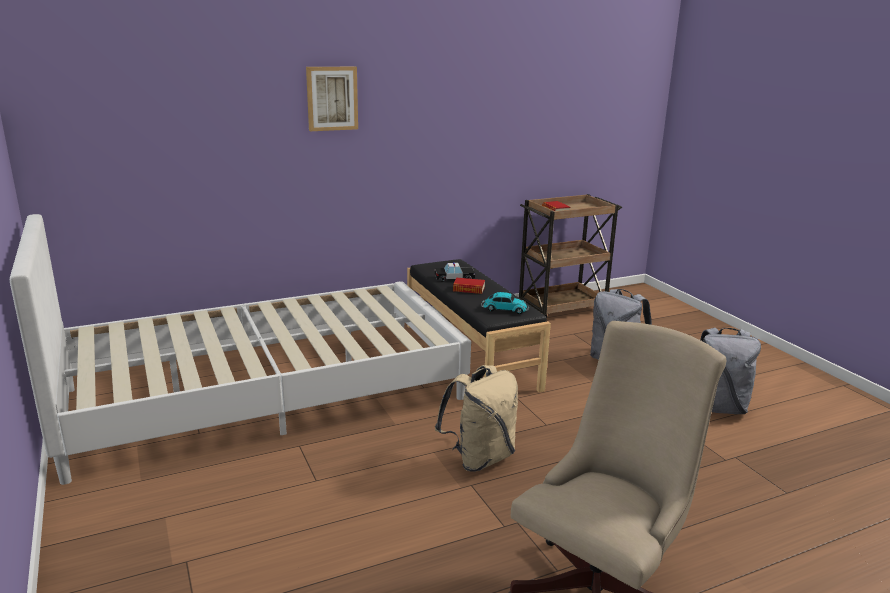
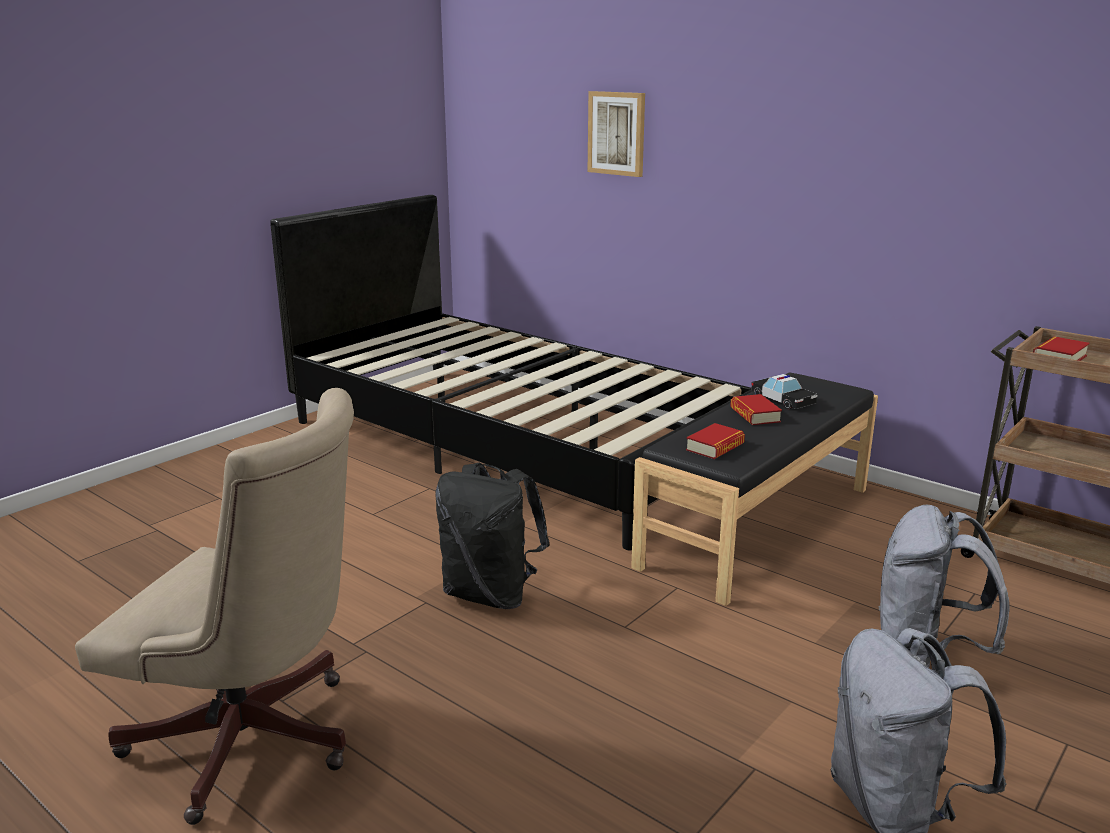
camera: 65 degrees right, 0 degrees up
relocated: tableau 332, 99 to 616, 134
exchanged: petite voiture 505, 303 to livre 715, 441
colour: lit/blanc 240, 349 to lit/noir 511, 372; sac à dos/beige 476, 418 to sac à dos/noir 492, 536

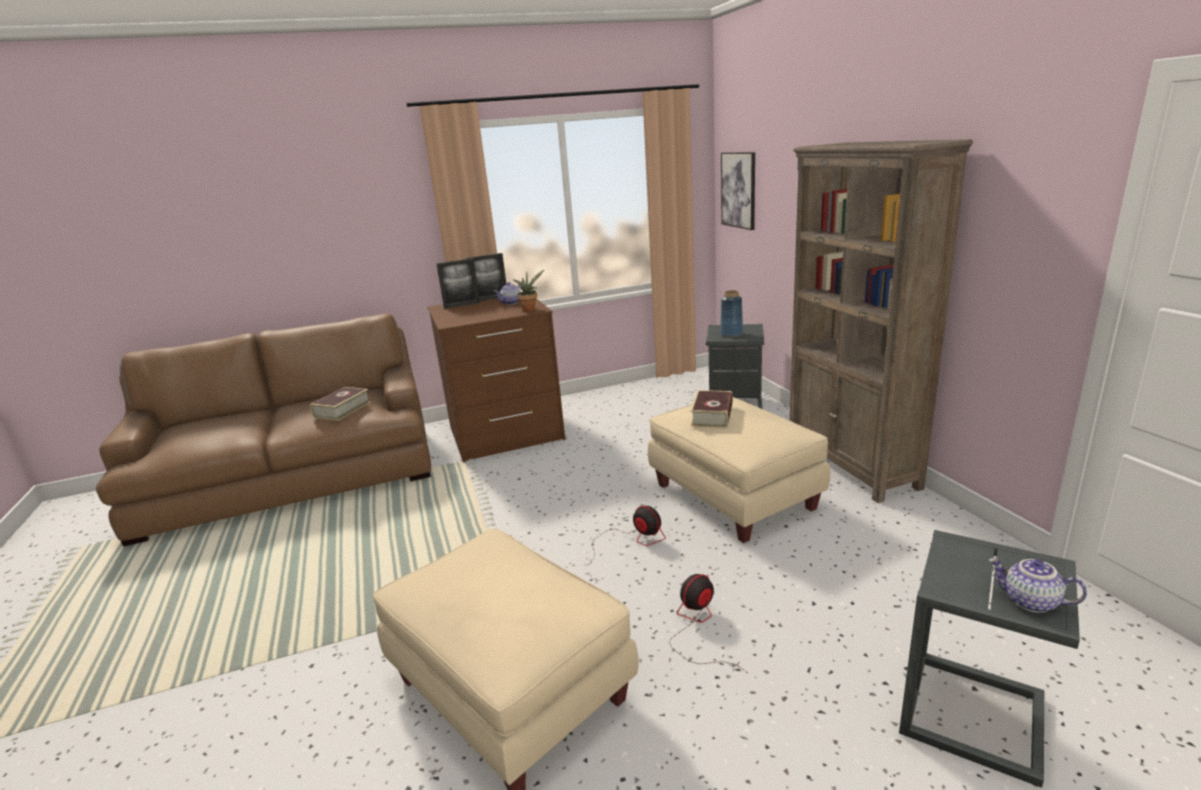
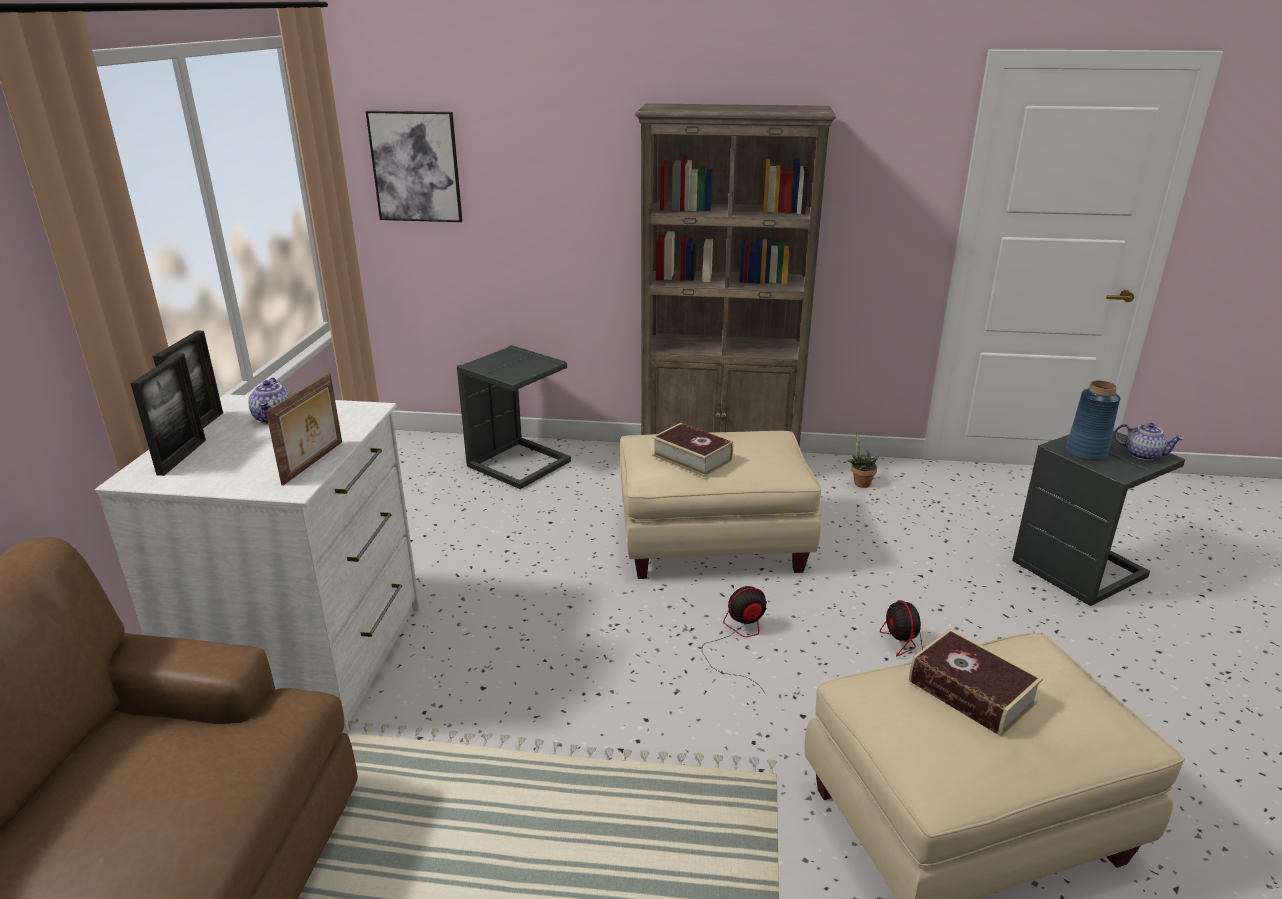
camera: 65 degrees left, 5 degrees up
appeared: cadre photo 304, 429
relocated: livre 340, 404 to 976, 683; plante en pot 529, 290 to 863, 459; vase/bleu 731, 313 to 1093, 420
colour: commode/marron 496, 380 to commode/blanc 257, 564
spun: théière 1038, 585 = 1149, 441 120 degrees counterclockwise

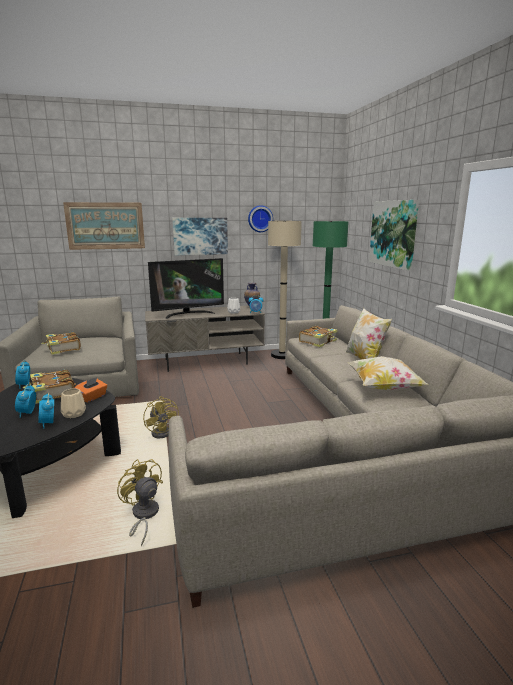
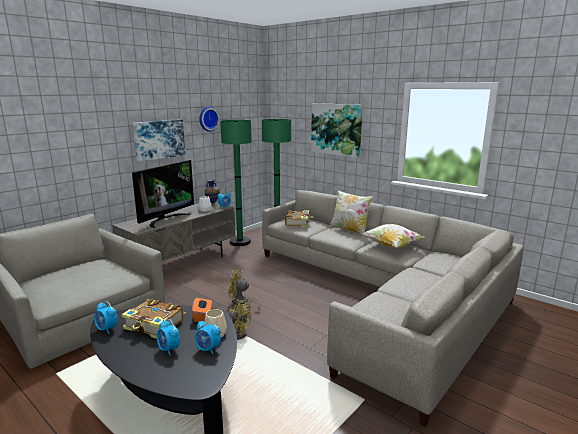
camera: 35 degrees left, 0 degrees up
missing: livre 61, 343; tableau 104, 226
relocated: ventilateur/jaune 140, 502 to 244, 291
colour: lampadaire/beige 285, 290 to lampadaire/vert 236, 183

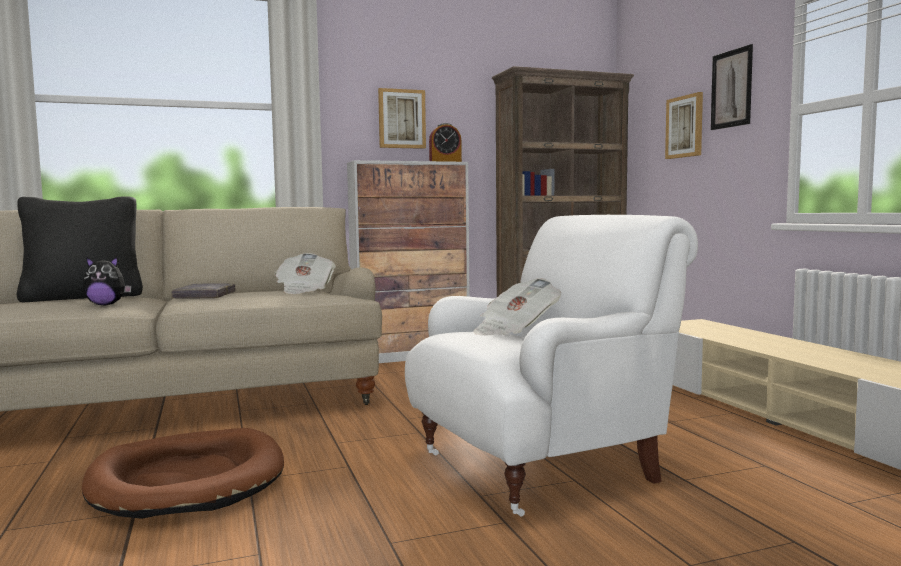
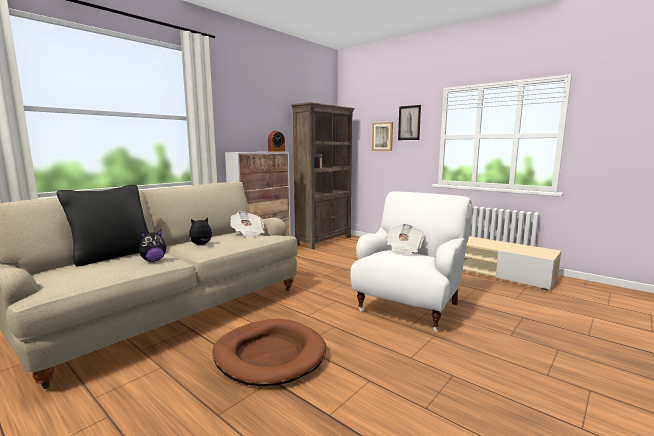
camera: 30 degrees left, 5 degrees up
missing: tableau 402, 118
exchanged: livre/gris 203, 291 to peluche 200, 231

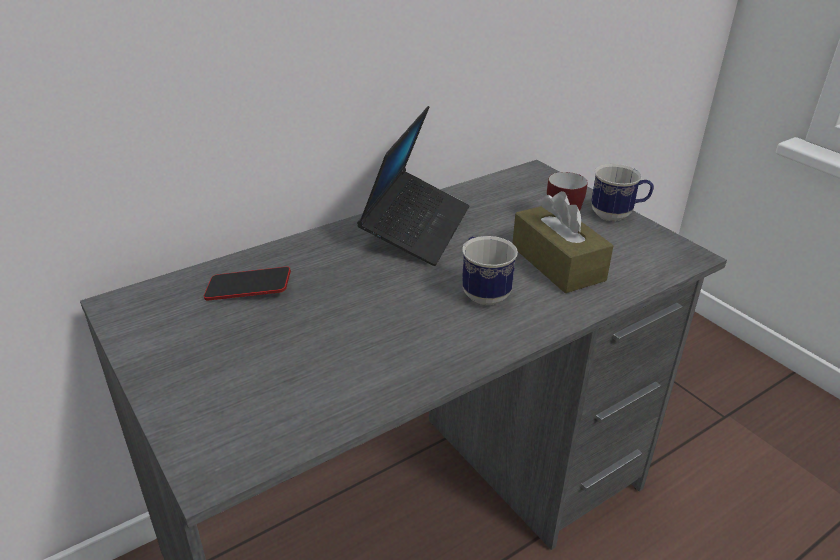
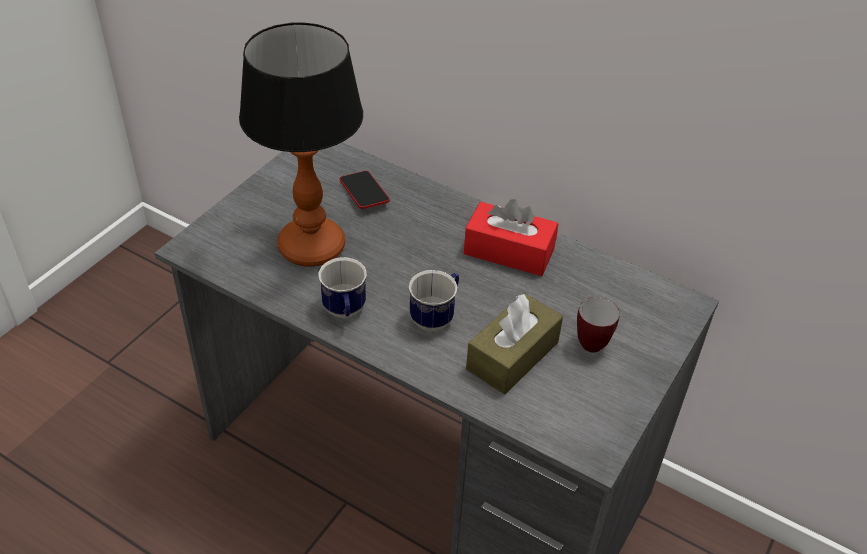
camera: 65 degrees right, 10 degrees up
appeared: lampe de table 301, 144
relocated: mug 622, 192 to 343, 287
exchanged: ordinateur portable 413, 186 to boîte à mouchoirs/rouge 511, 237

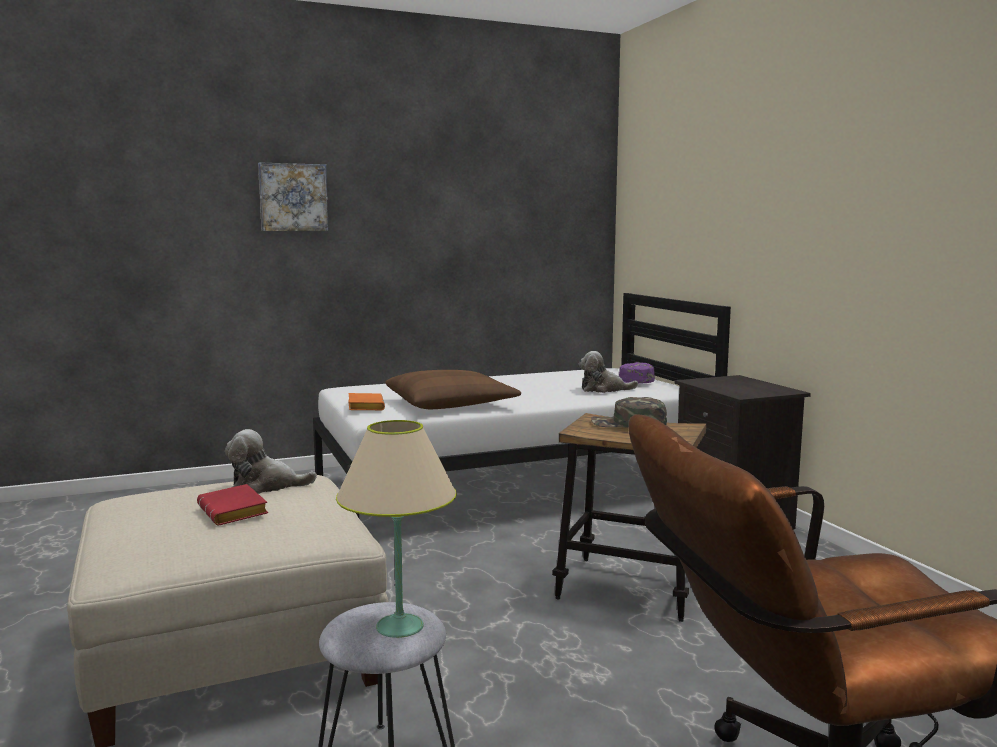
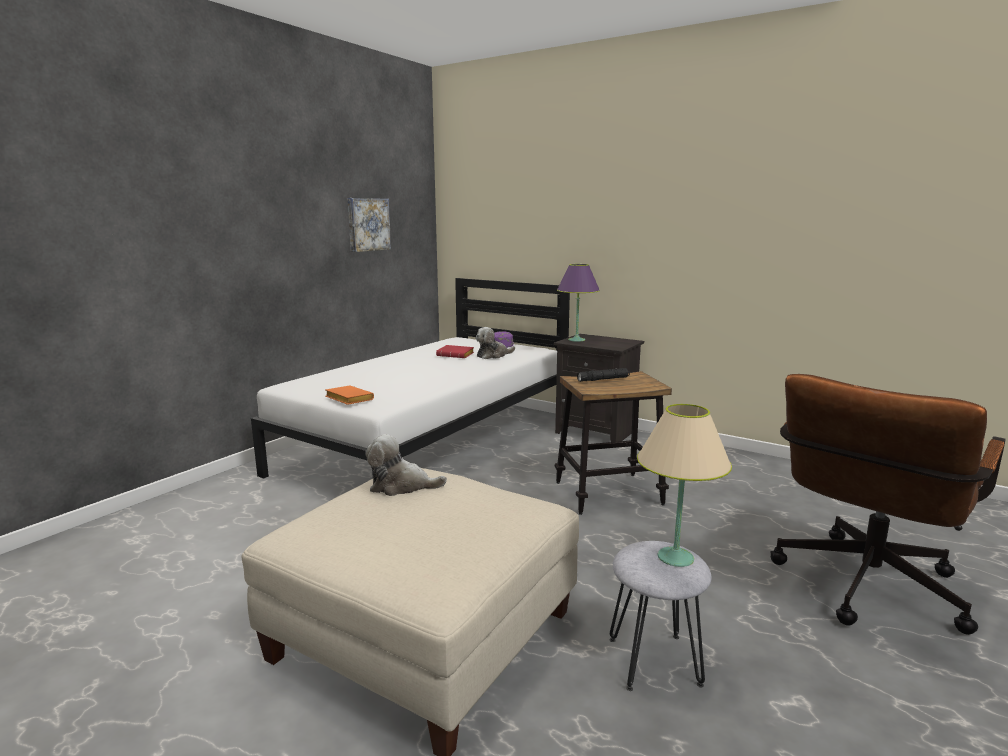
camera: 35 degrees left, 5 degrees up
missing: coussin/marron 453, 389
appeared: lampe de table/violet 578, 303
relocated: livre/rouge 232, 505 to 455, 351; tableau 293, 196 to 369, 225
exchanged: casquette/vert 629, 412 to lampe de poche/noir 603, 375
spun: peluche 271, 461 = 406, 465 45 degrees clockwise

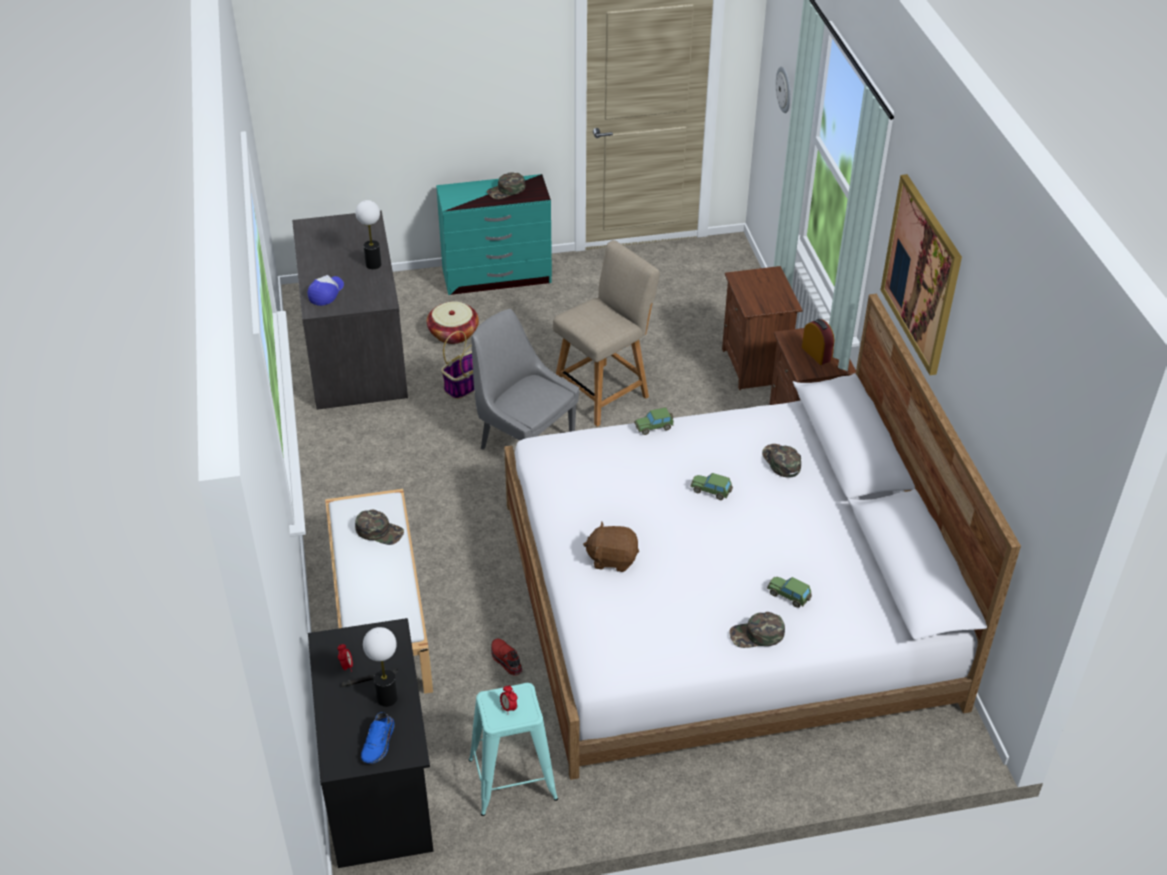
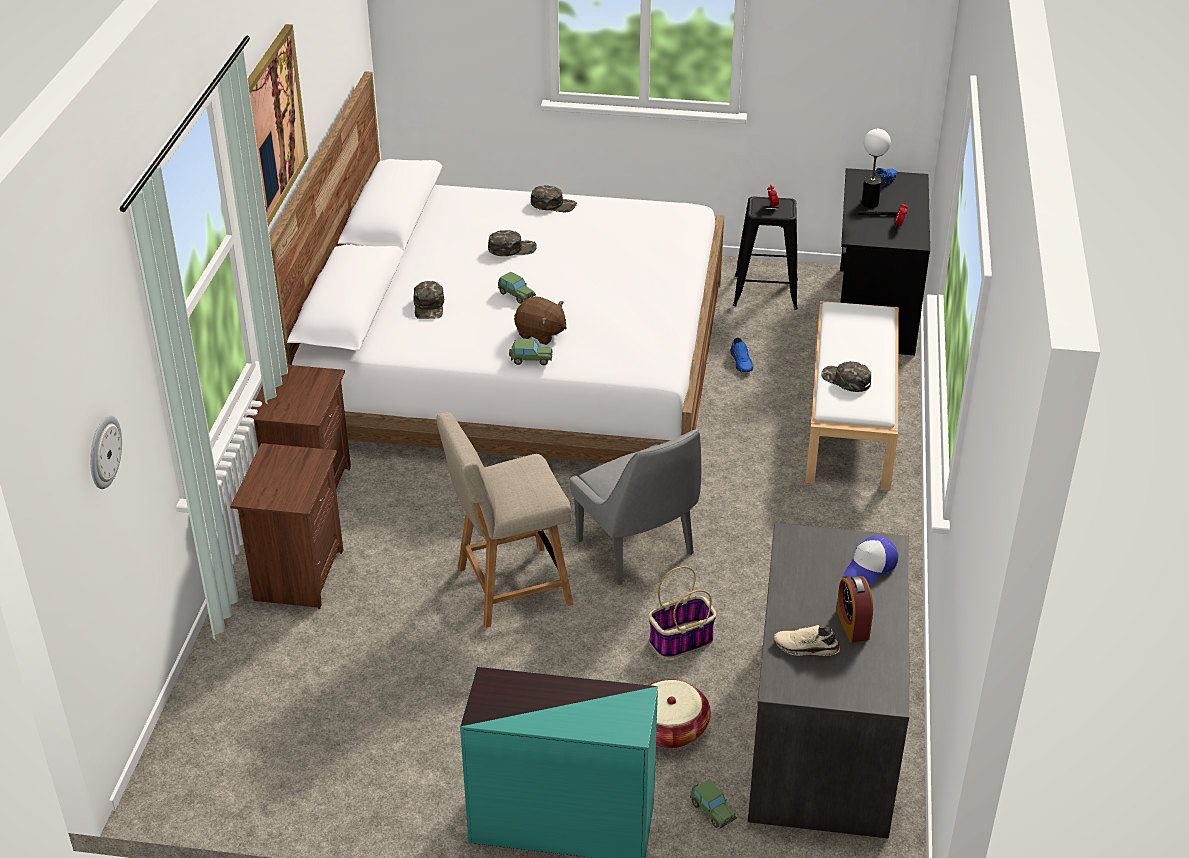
camera: 160 degrees left, 5 degrees down
missing: lampe de table 368, 234
appeared: chaussure/beige 807, 640
relocated: casquette/vert 506, 185 to 512, 243; peluche/marron 611, 546 to 540, 320; petite voiture 789, 592 to 713, 803; réveil 818, 342 to 854, 609
colour: tabouret/turquoise 513, 749 to tabouret/noir 765, 253; chaussure/rouge 507, 657 to chaussure/bleu 742, 355

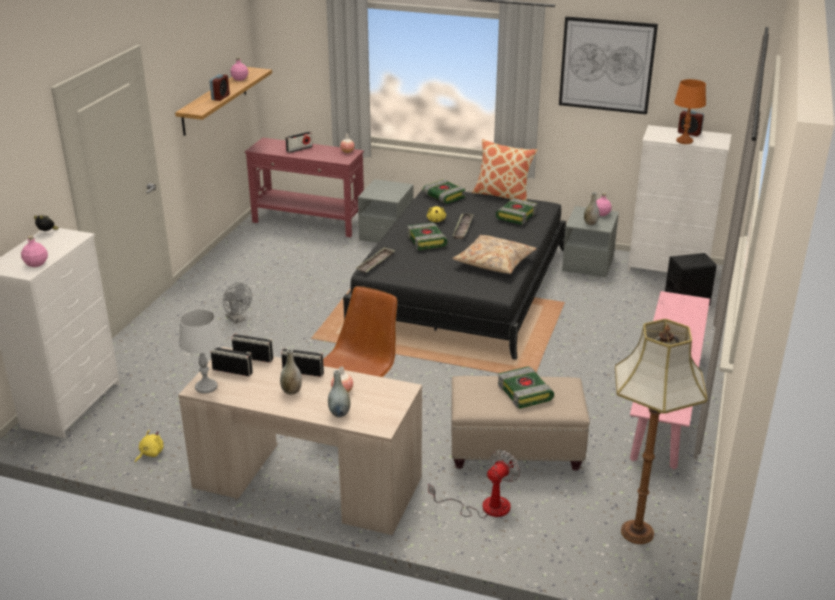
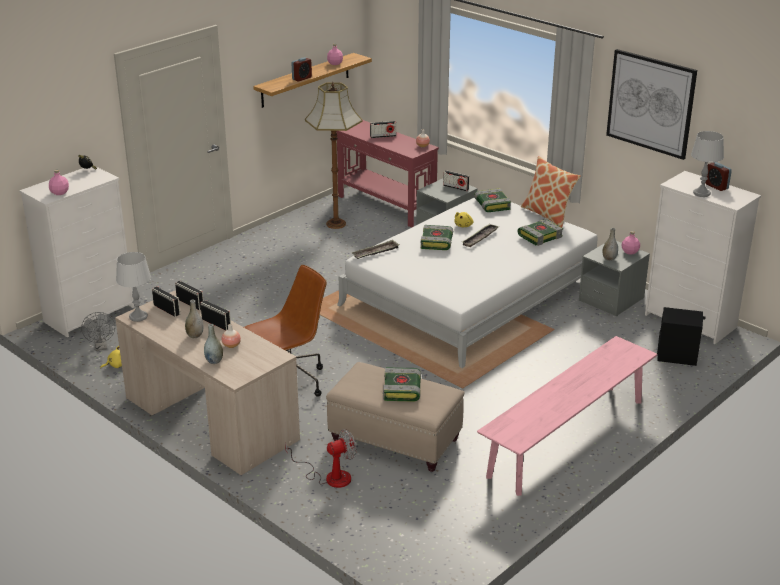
camera: 25 degrees right, 0 degrees up
missing: coussin/beige 494, 254
appeared: radio 456, 180
relocated: ventilateur/gris 237, 303 to 98, 331; lampadaire 661, 431 to 334, 155
colour: lit/noir 454, 274 to lit/blanc 467, 283; lampe de table/orange 690, 111 to lampe de table/gris 707, 164

